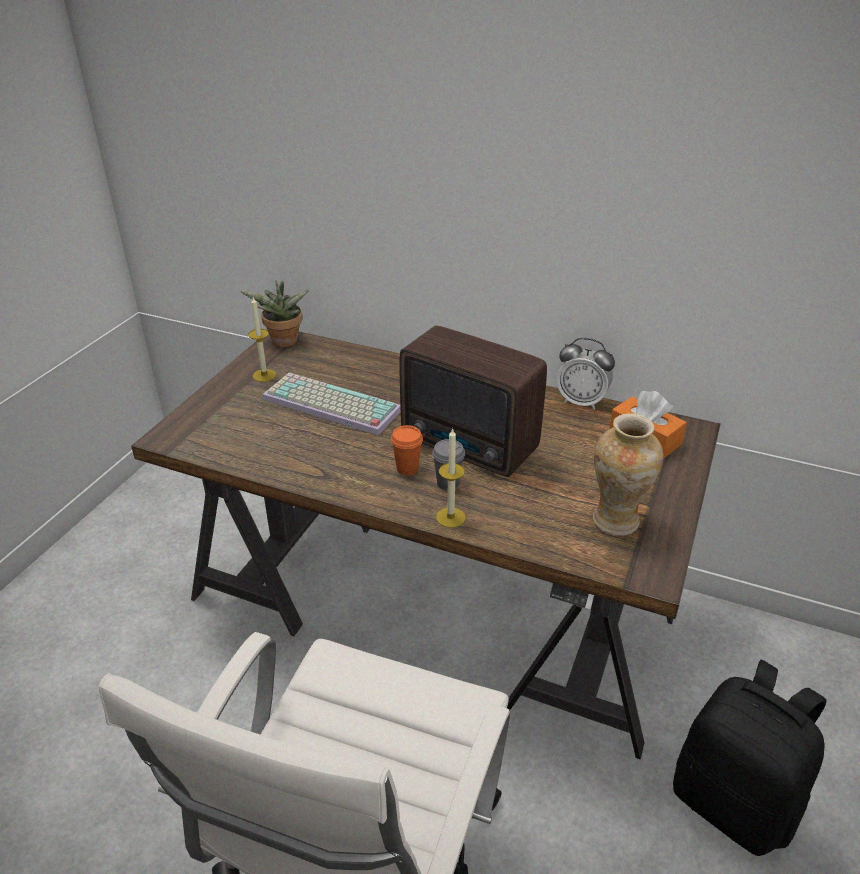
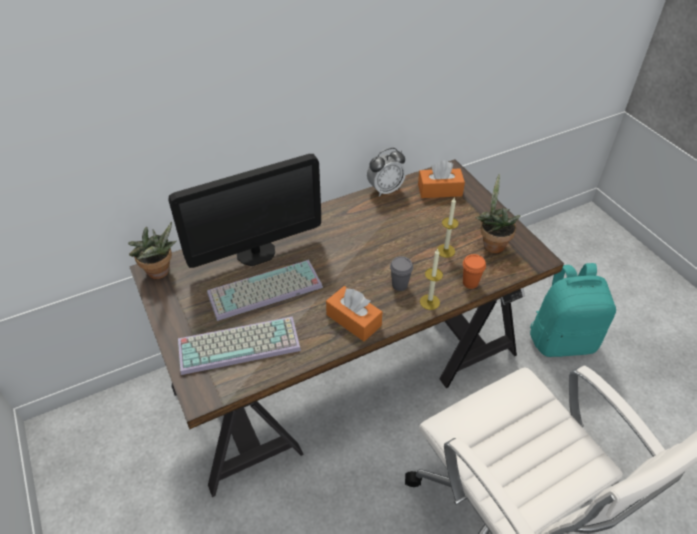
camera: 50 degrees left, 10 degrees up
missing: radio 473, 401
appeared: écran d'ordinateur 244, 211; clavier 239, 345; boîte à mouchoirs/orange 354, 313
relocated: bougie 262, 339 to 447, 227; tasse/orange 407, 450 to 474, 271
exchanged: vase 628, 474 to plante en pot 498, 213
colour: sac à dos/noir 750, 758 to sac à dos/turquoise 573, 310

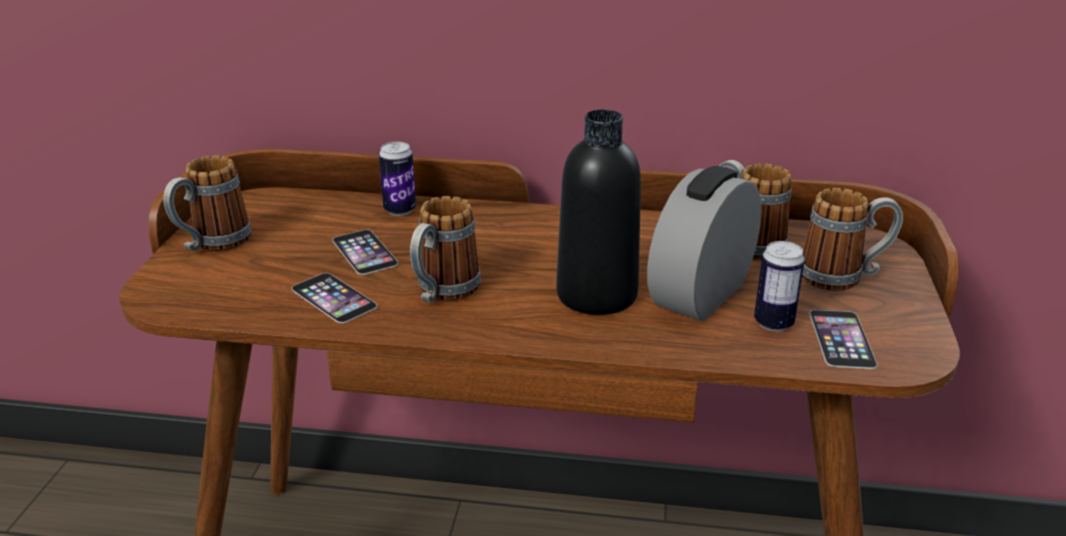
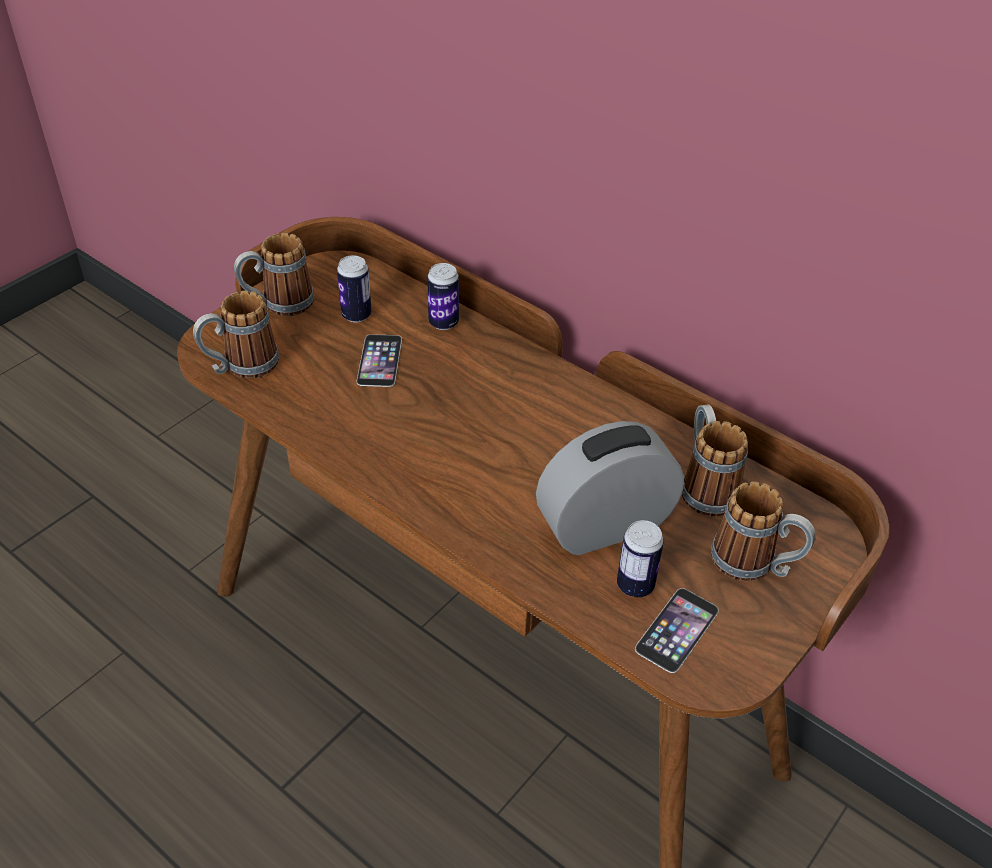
camera: 30 degrees right, 15 degrees up
missing: téléphone 334, 298; bouteille/noir 598, 212
appeared: boîte métallique 354, 288
relocated: mug 445, 249 to 236, 334

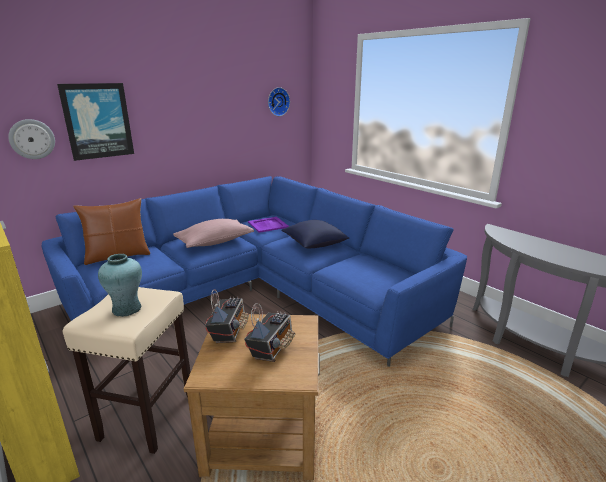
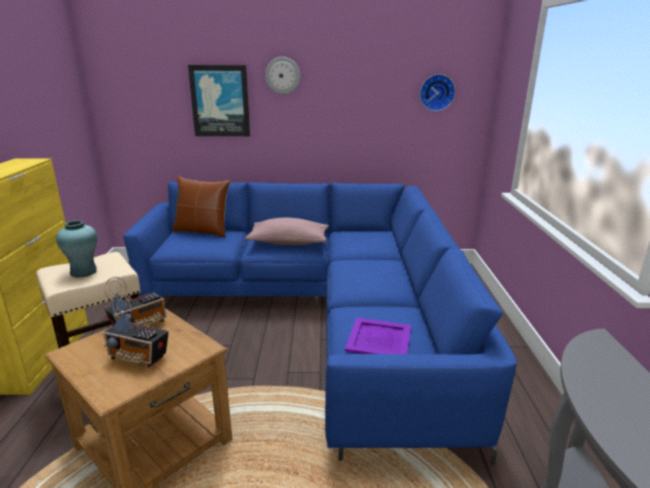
camera: 40 degrees right, 0 degrees up
missing: coussin/bleu 315, 234
relocated: horloge murale 31, 139 to 283, 75; plateau/violet 268, 225 to 378, 336
spun: radio 269, 332 = 136, 331 45 degrees clockwise

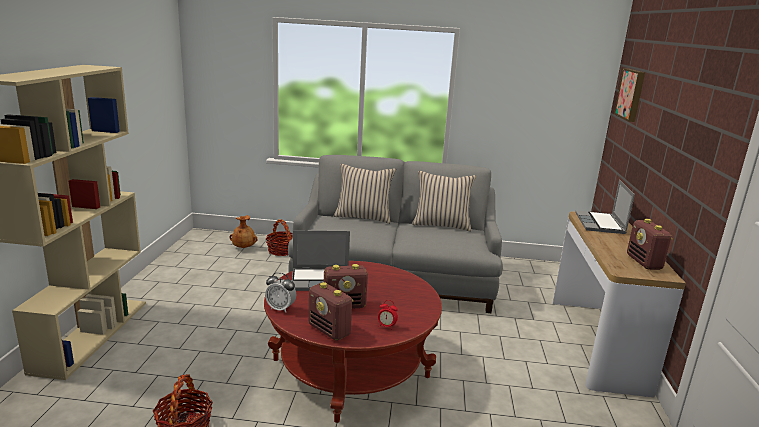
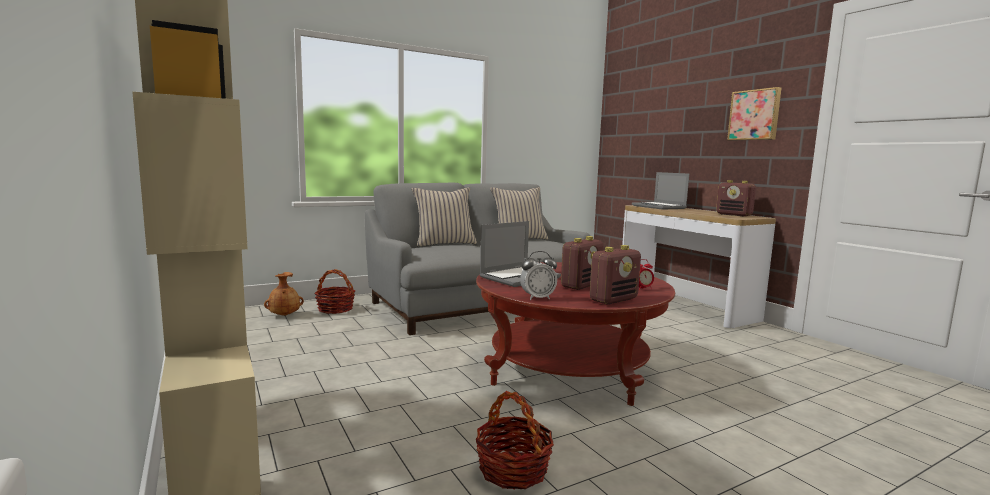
camera: 35 degrees left, 10 degrees down
relocated: tableau 629, 95 to 754, 114
spun: radio 331, 311 = 615, 275 45 degrees counterclockwise

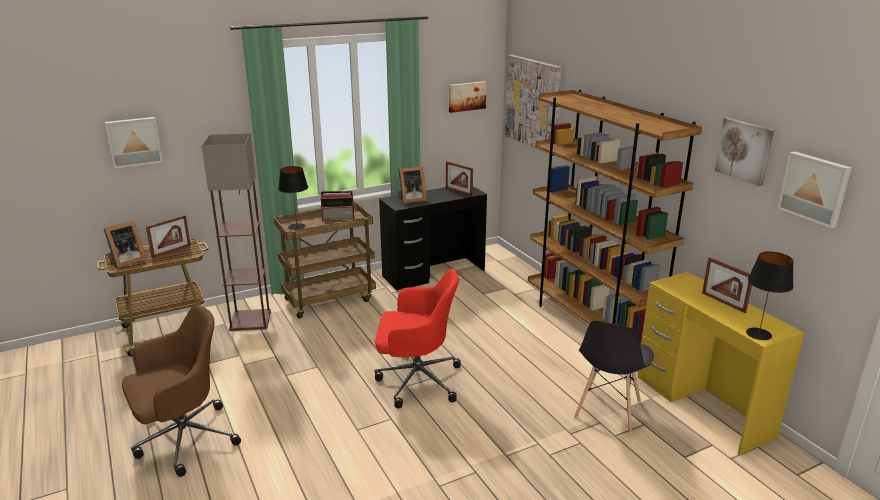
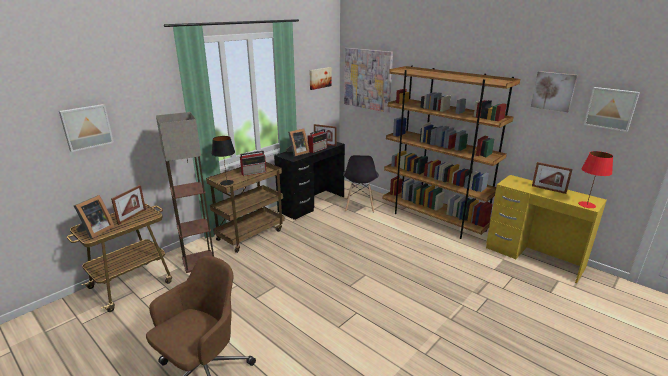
camera: 20 degrees left, 0 degrees up
missing: chaise de bureau/rouge 417, 339
appeared: radio 317, 141
relocated: chaise/gris 614, 376 to 361, 184
colour: lampe de table/noir 769, 296 to lampe de table/rouge 595, 179

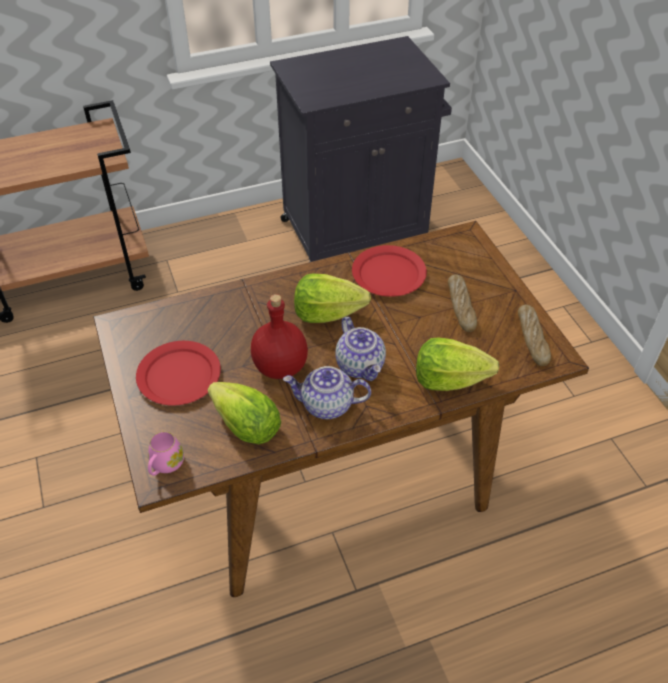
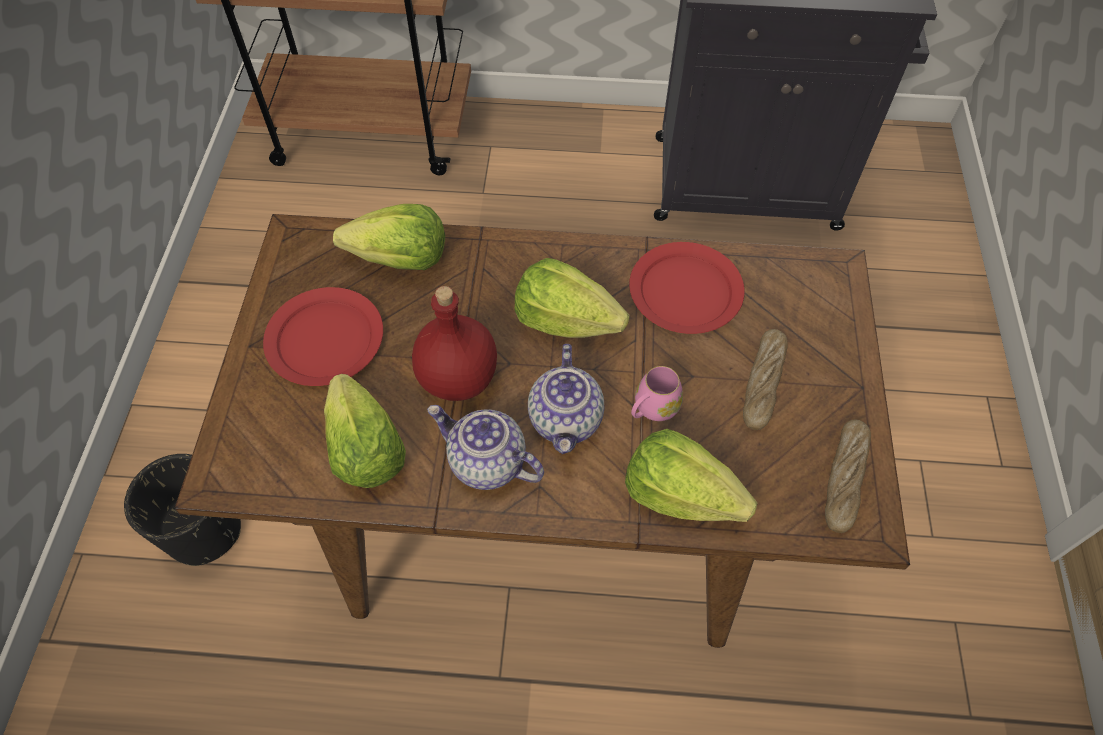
camera: 25 degrees right, 10 degrees up
appeared: cache-pot/noir 182, 510; laitue 389, 237
relocated: mug/rose 166, 454 to 657, 393

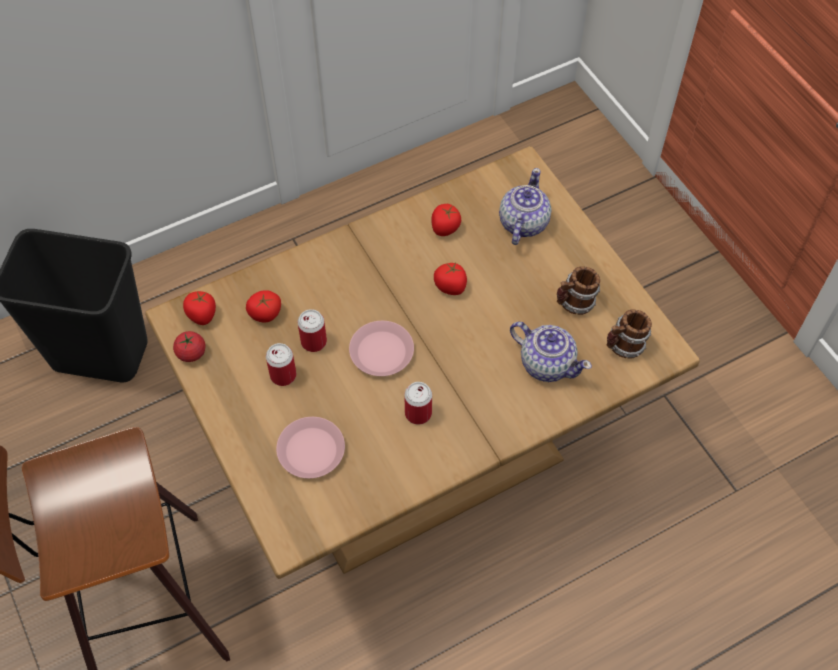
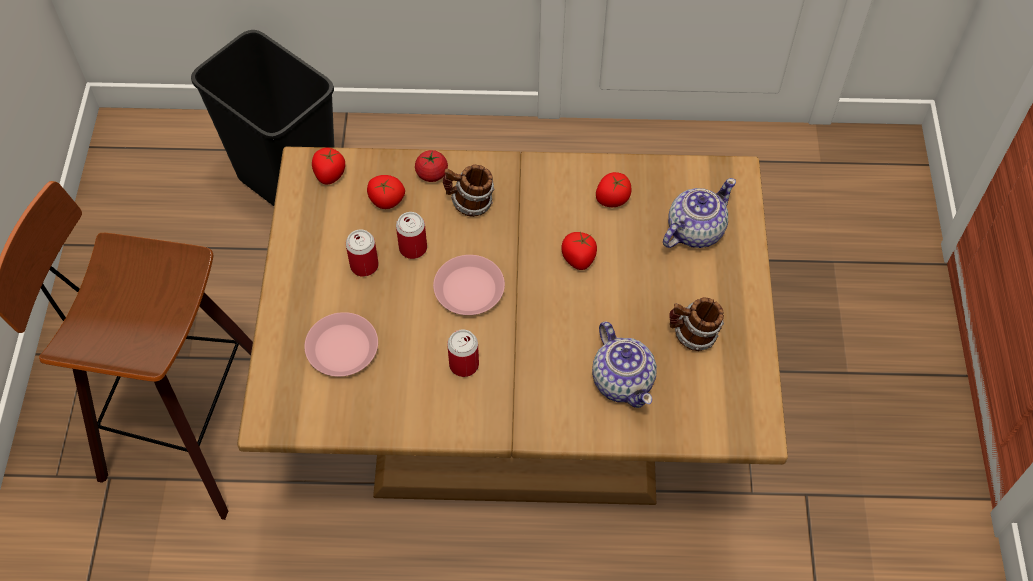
camera: 30 degrees right, 0 degrees up
relocated: tomate 189, 346 to 431, 166; mug 629, 334 to 468, 191

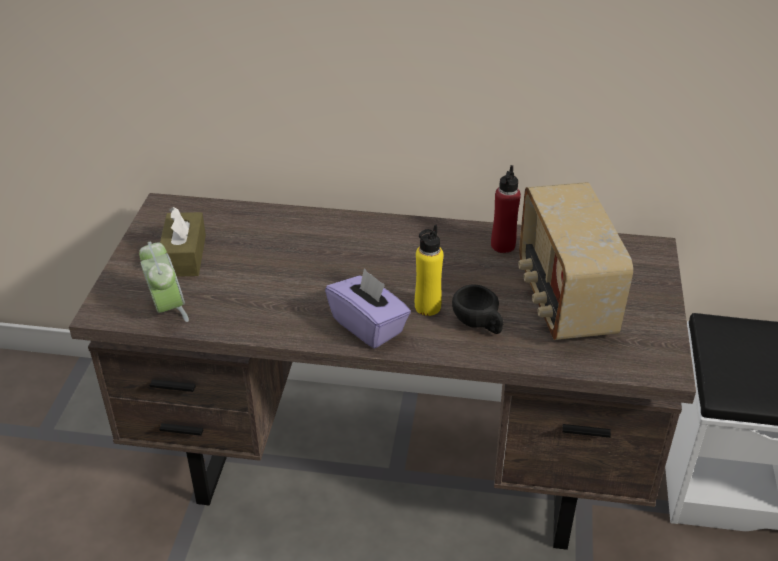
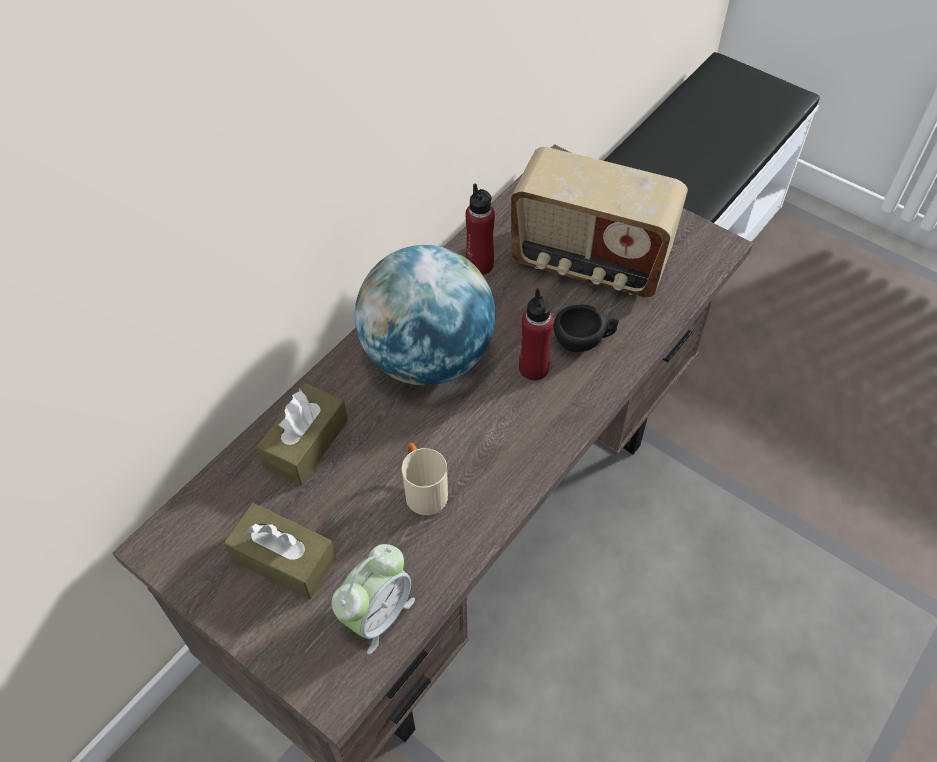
camera: 60 degrees left, 15 degrees up
missing: boîte à mouchoirs/violet 368, 308
appeared: boîte à mouchoirs/marron 302, 434; globe 425, 315; mug/beige 425, 479
colour: bouteille/jaune 429, 270 to bouteille/rouge 536, 334
spun: réveil 164, 282 = 373, 599 120 degrees clockwise

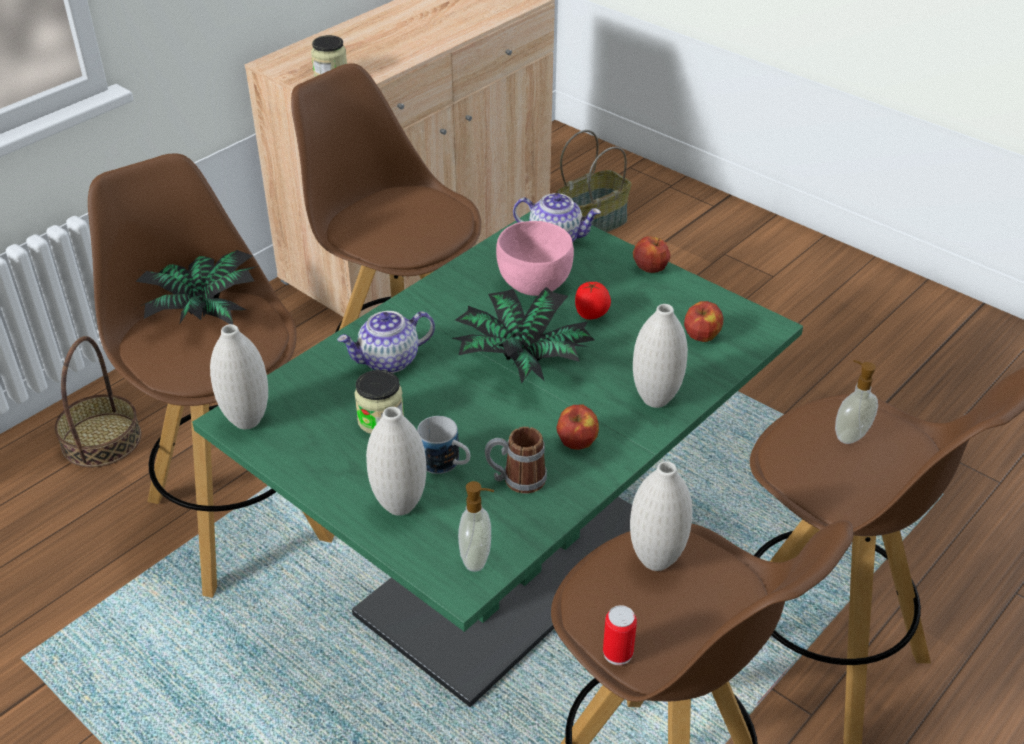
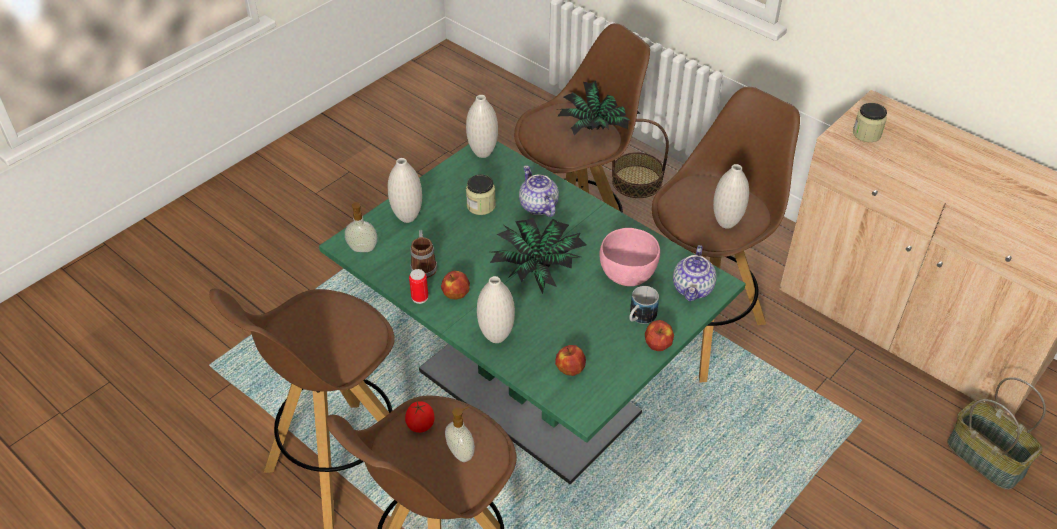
camera: 90 degrees right, 5 degrees up
relocated: mug 443, 445 to 644, 305; tomate 593, 301 to 420, 417; boîte métallique 620, 635 to 418, 286; vase/blanc 661, 516 to 731, 196

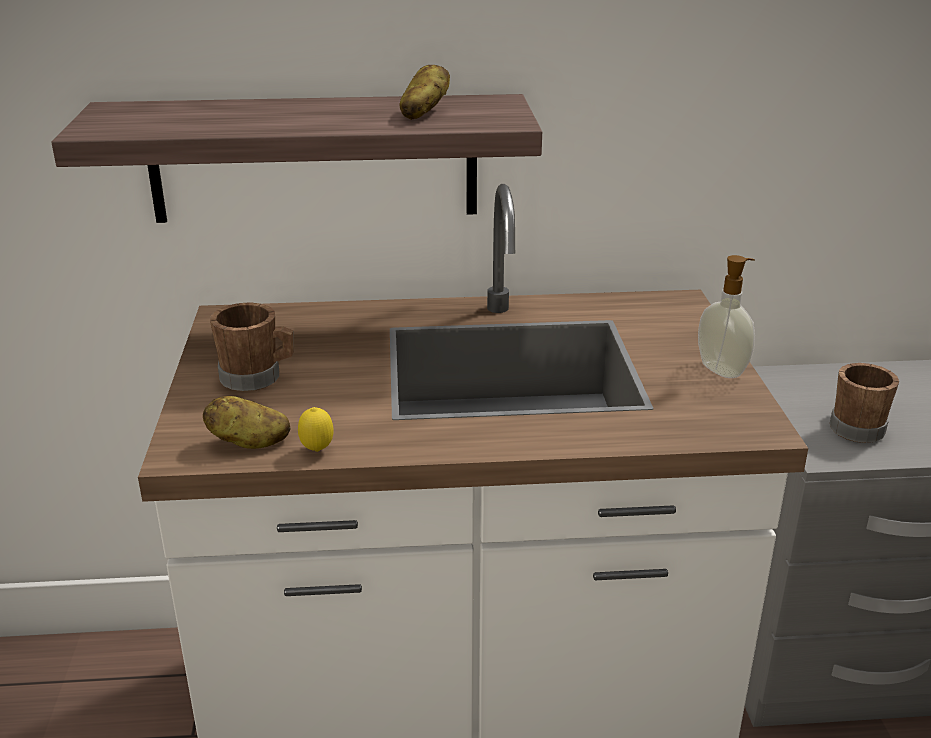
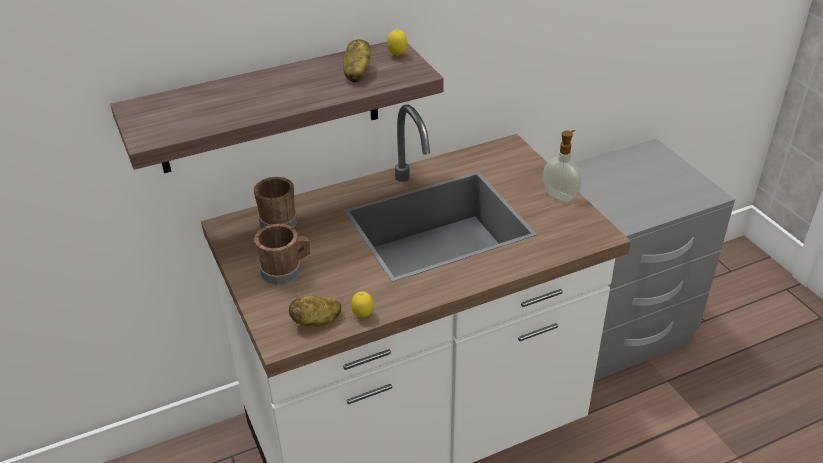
camera: 20 degrees left, 10 degrees up
appeared: citron 397, 42
relocated: mug/marron 864, 403 to 275, 202

